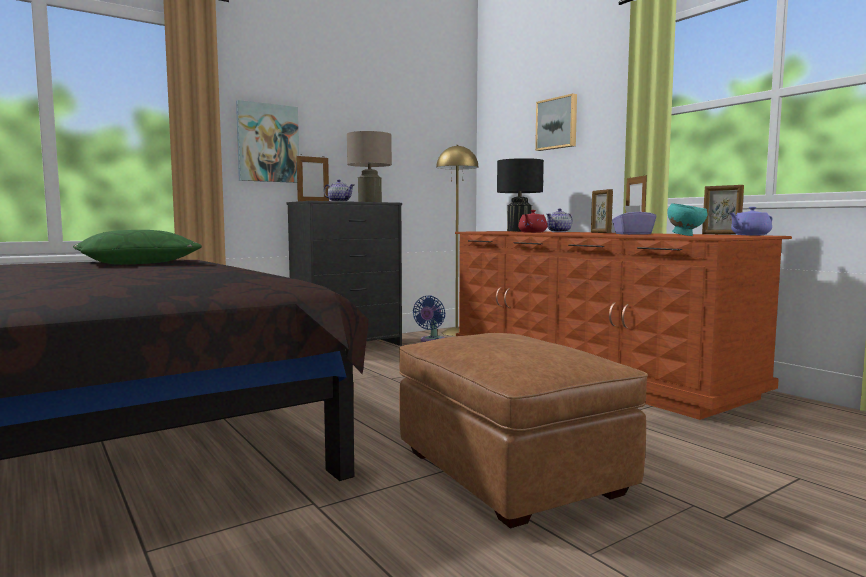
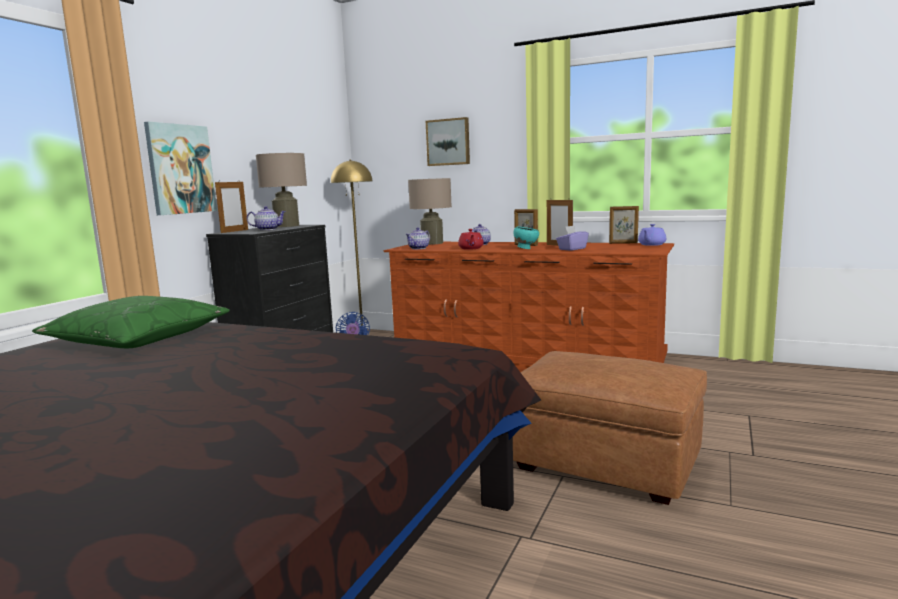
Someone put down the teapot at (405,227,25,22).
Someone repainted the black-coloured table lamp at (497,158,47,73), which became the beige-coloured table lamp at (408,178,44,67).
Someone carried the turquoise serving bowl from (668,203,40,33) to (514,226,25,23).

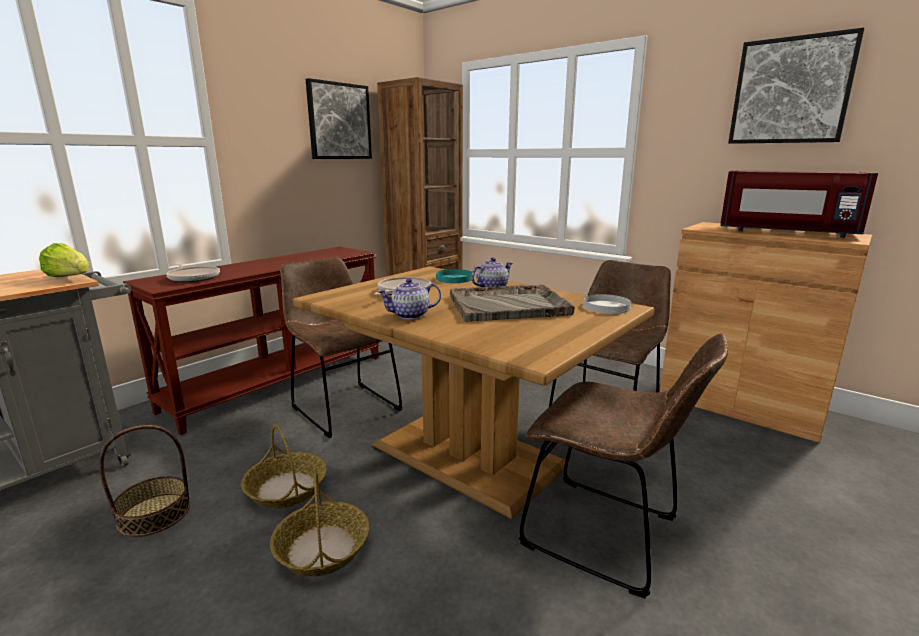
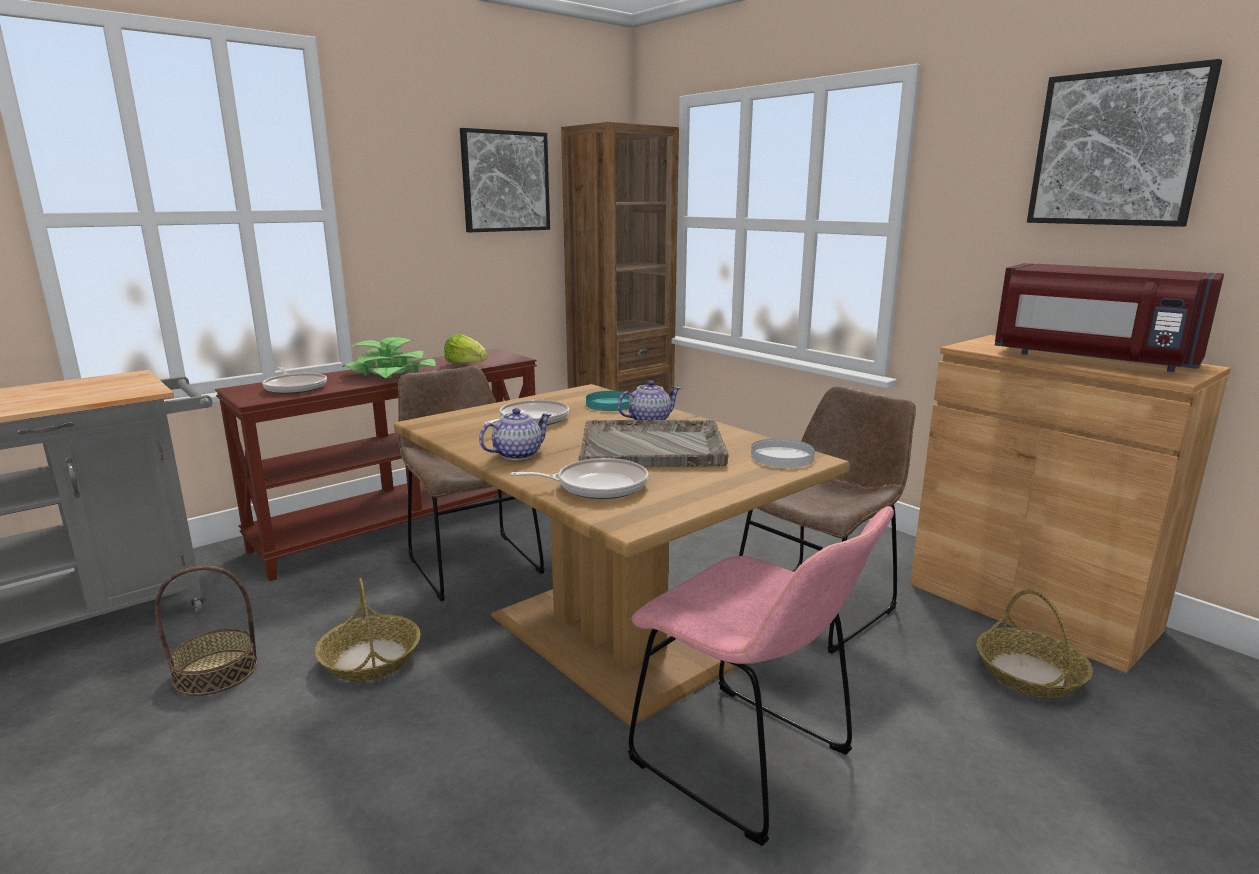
Someone put down the houseplant at (342,337,94,41).
Someone carried the lettuce from (39,243,51,34) to (444,334,44,30).
Someone rotated the teapot at (377,278,64,41) by 150 degrees clockwise.
Someone put down the skillet at (510,458,139,41).
Someone repainted the brown-coloured upright chair at (519,333,209,266), which became the pink-coloured upright chair at (628,506,266,340).
Someone carried the basket from (270,471,99,106) to (976,589,117,109).

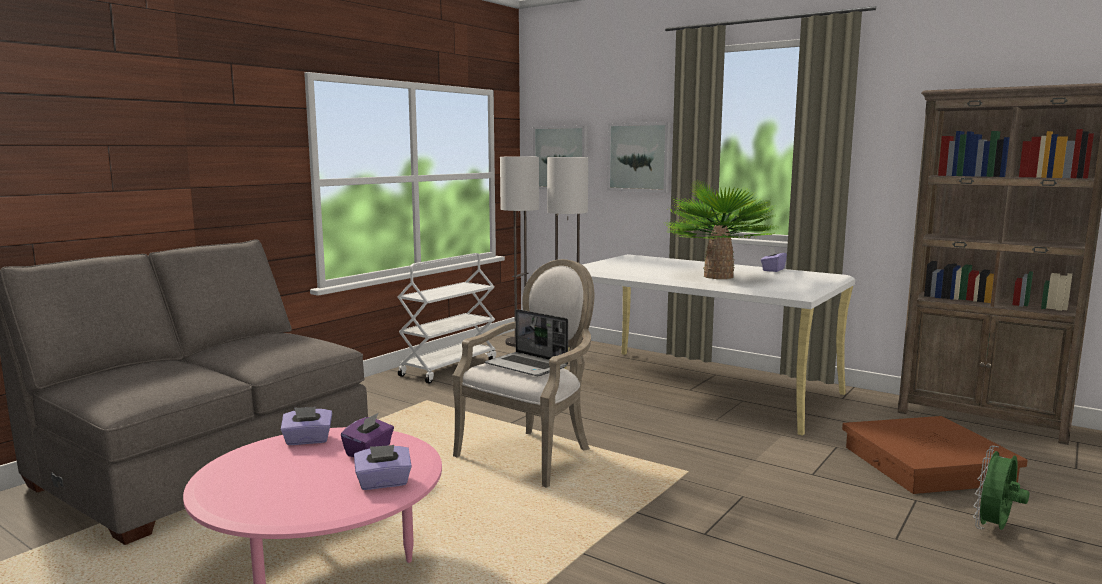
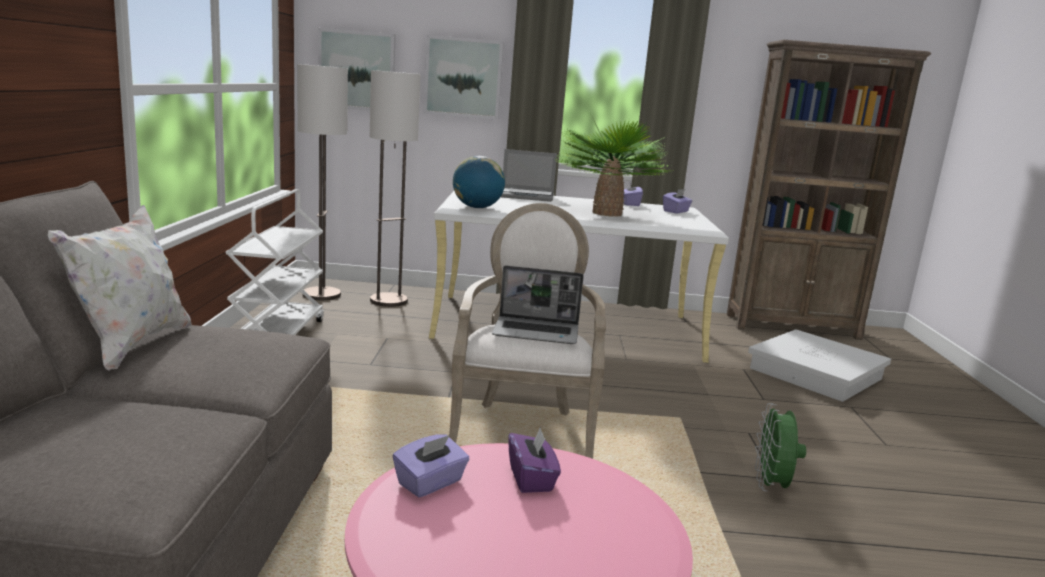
Someone put down the white-coloured pillow at (48,205,144,166).
Someone put down the world globe at (453,156,52,52).
Someone put down the portable computer at (501,149,56,53).
Someone carried the purplish tissue box from (354,445,58,45) to (663,189,30,24).
Someone repainted the brown-coloured storage container at (842,416,186,78), which became the white-coloured storage container at (748,330,143,72).
Someone carried the green-coloured cooling fan from (973,446,56,84) to (755,403,51,89).

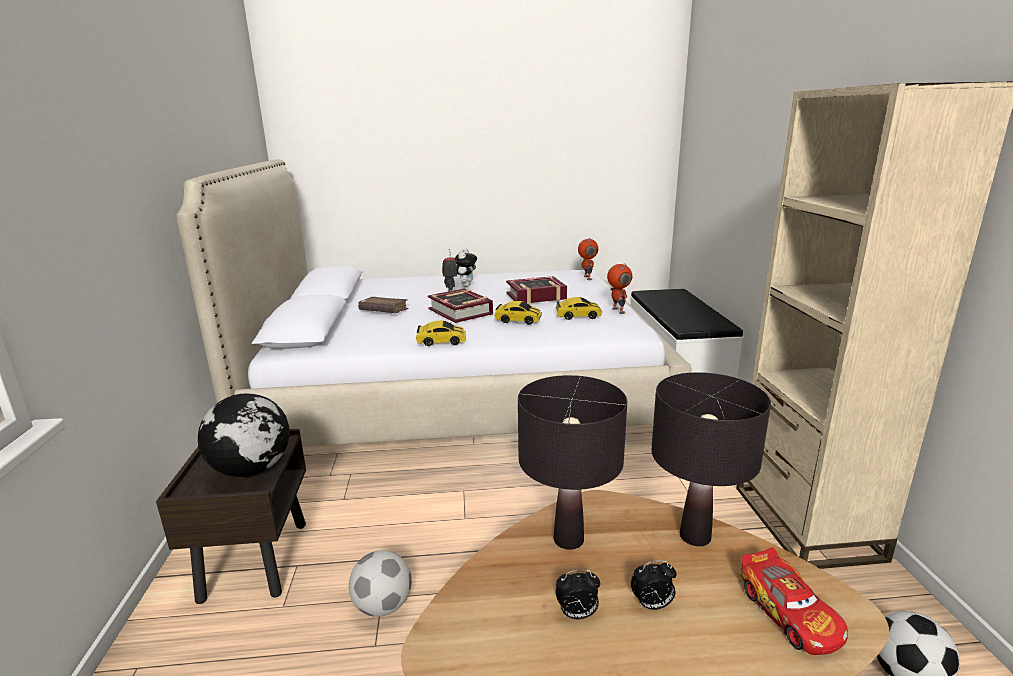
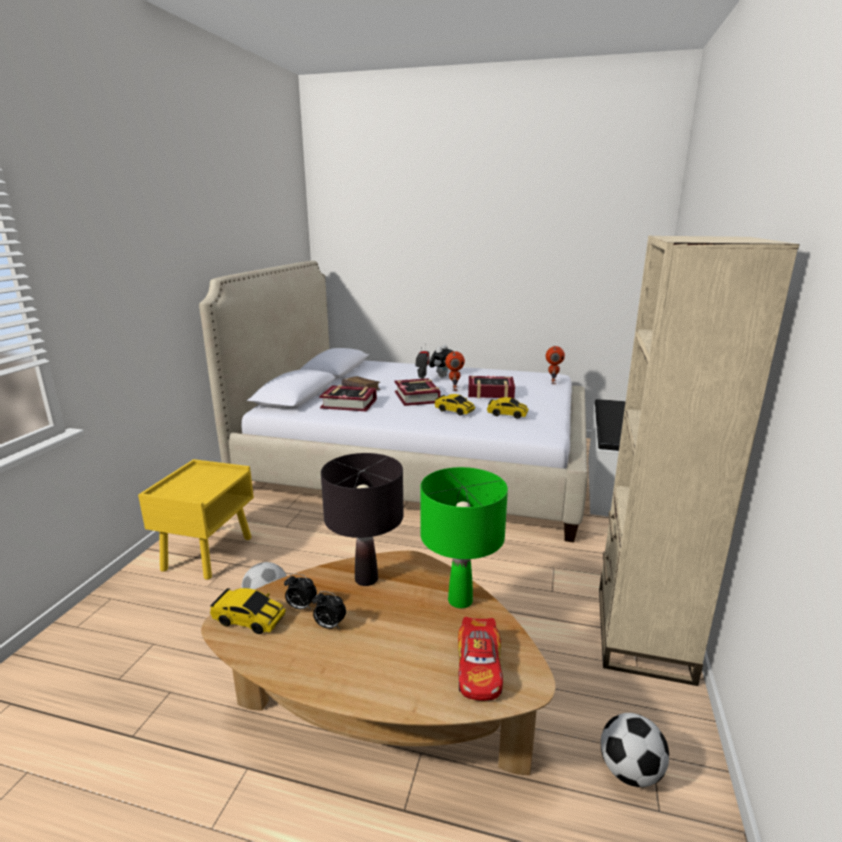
Someone repainted the brown-coloured night table at (156,429,150,175), which became the yellow night table at (138,459,116,121).
Someone carried the miniature car from (416,321,50,25) to (210,588,76,46).
Someone carried the alarm clock from (631,560,46,50) to (284,574,33,36).
Someone put down the bound book at (319,385,58,27).
Someone repainted the black-coloured table lamp at (651,372,120,174), which became the green-coloured table lamp at (420,467,88,141).
Someone carried the toy robot from (607,264,25,50) to (445,351,20,40).
Someone took away the world globe at (198,394,92,83).

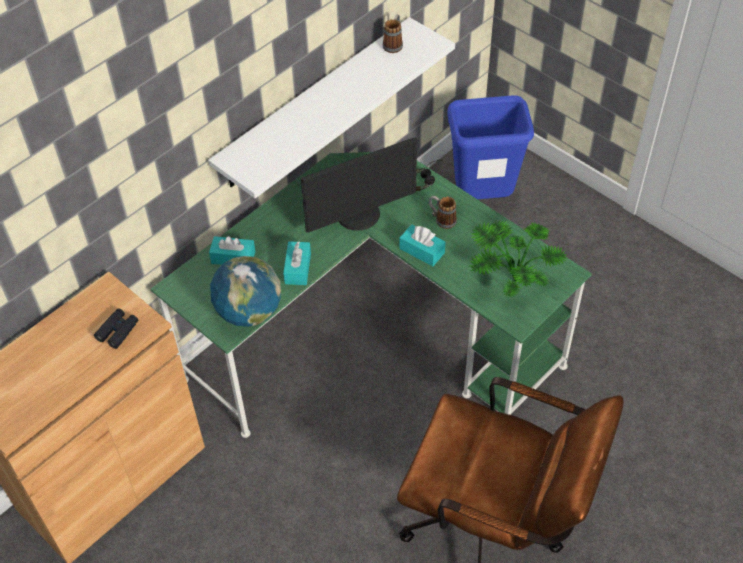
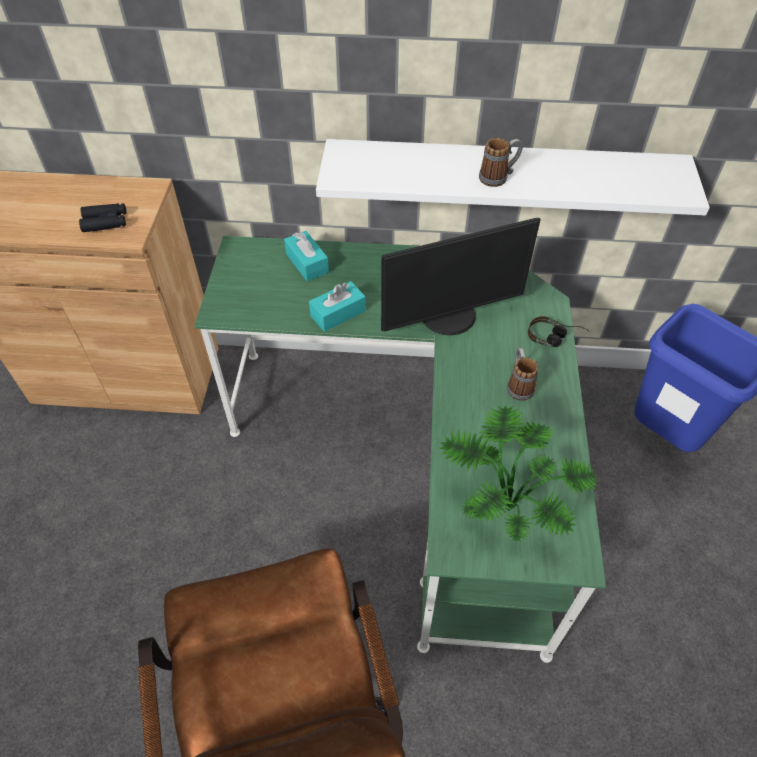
Someone rotated the computer screen at (301,137,116,96) by 45 degrees counterclockwise.
Someone carried the mug from (383,14,20,39) to (479,138,44,49).
Someone took away the world globe at (210,256,71,71).
Someone took away the turquoise tissue box at (400,224,45,42).

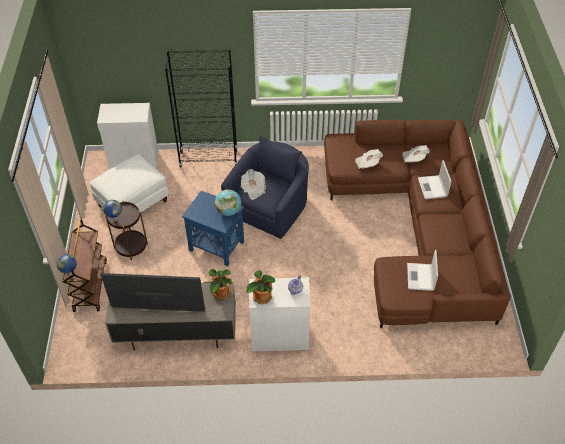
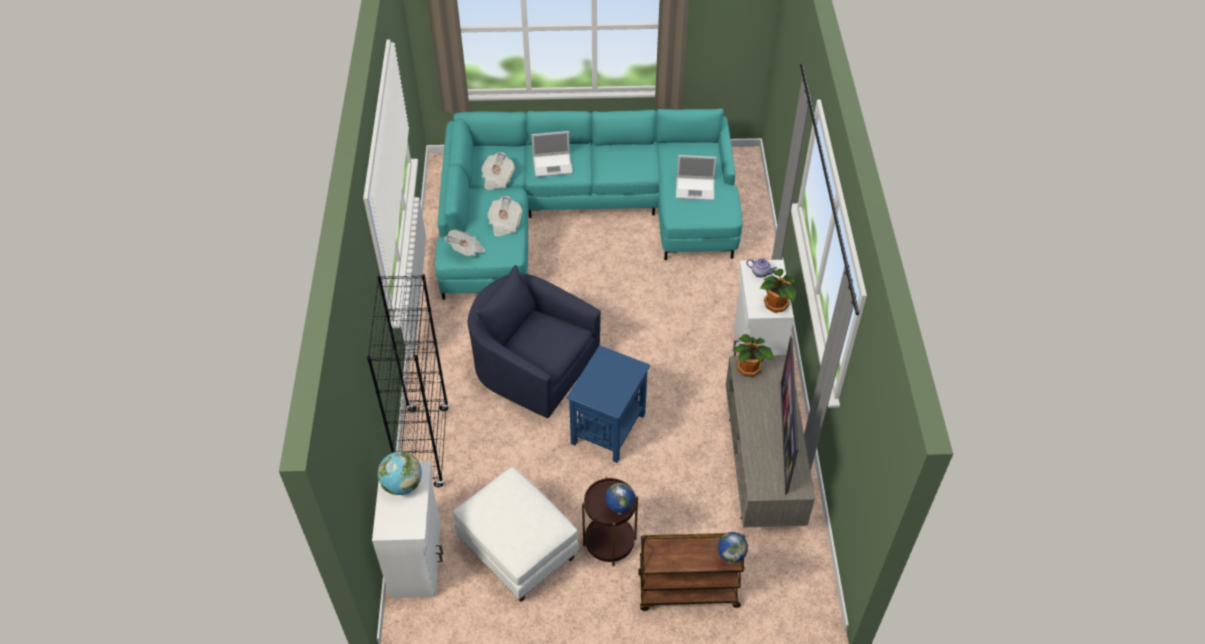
Someone carried the world globe from (215,189,26,27) to (378,451,44,44).
Someone repainted the brown-coloured sofa at (324,119,187,209), which became the turquoise sofa at (435,108,308,192).
Someone carried the newspaper from (241,169,25,31) to (445,229,40,27).

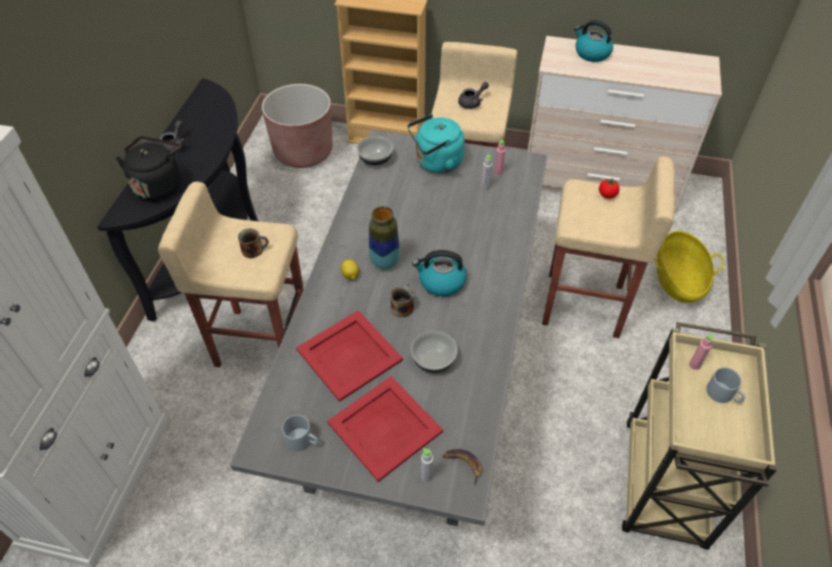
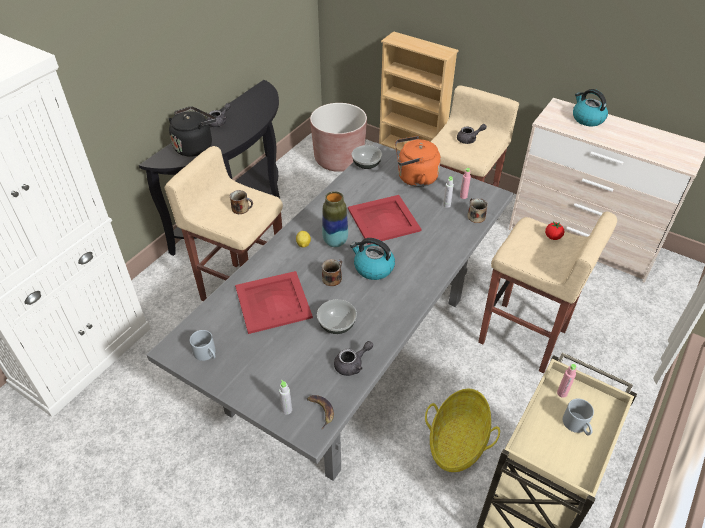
Someone put down the greyish teapot at (334,341,39,35).
Someone carried the red carrying tray from (327,376,116,106) to (348,195,73,50).
Someone repainted the turquoise tea kettle at (407,114,58,59), which became the orange-coloured tea kettle at (395,136,46,51).
Someone carried the basket from (654,231,70,72) to (425,389,75,83).
Someone put down the mug at (467,198,21,25).

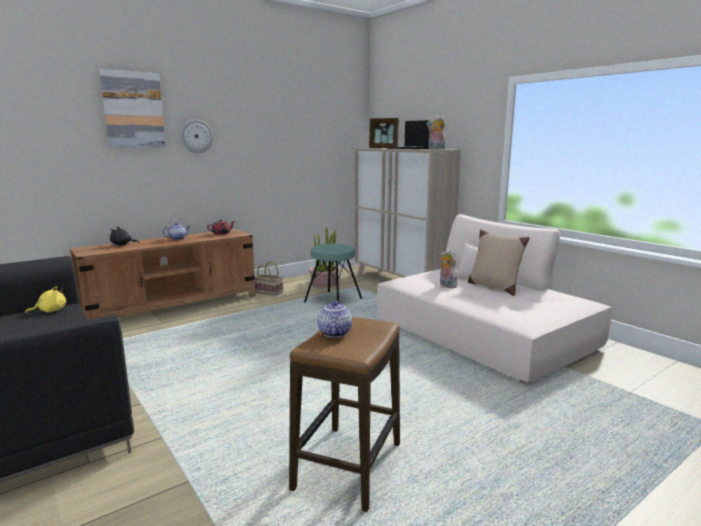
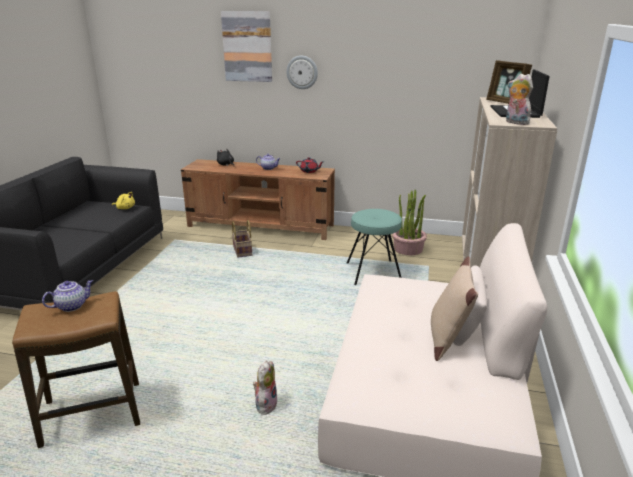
Someone carried the basket from (255,262,28,34) to (232,220,20,38).
Someone carried the cuddly toy from (440,249,17,39) to (253,361,24,54).

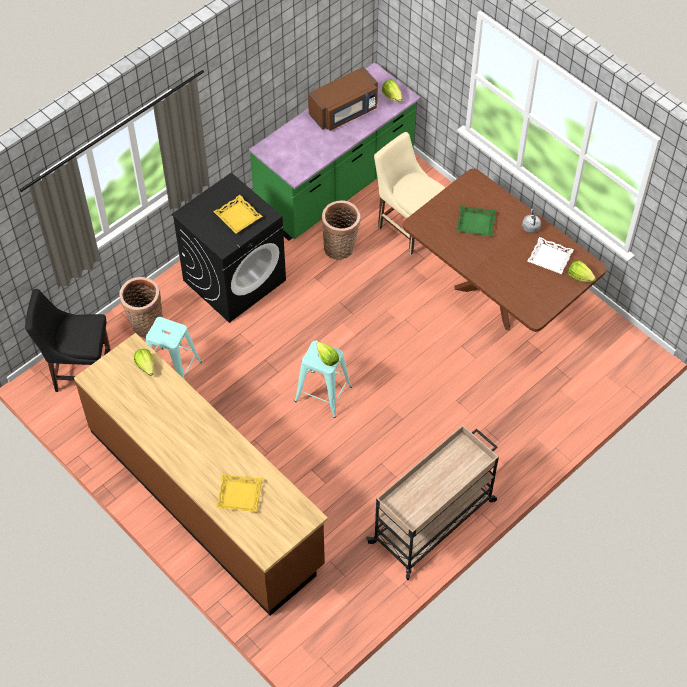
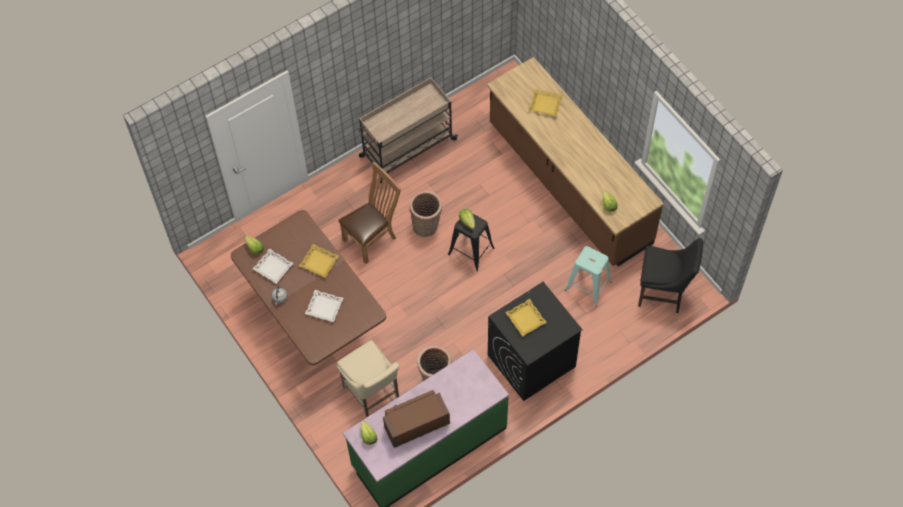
Someone put down the yellow carrying tray at (299,244,40,34).
Someone repainted the green-coloured carrying tray at (456,206,40,30), which became the white-coloured carrying tray at (305,290,39,32).
Someone put down the brown-coloured upright chair at (338,162,63,102).
Someone carried the basket from (119,277,44,61) to (410,191,32,46).
Someone repainted the turquoise stool at (295,340,57,78), which became the black-coloured stool at (448,214,47,57).

